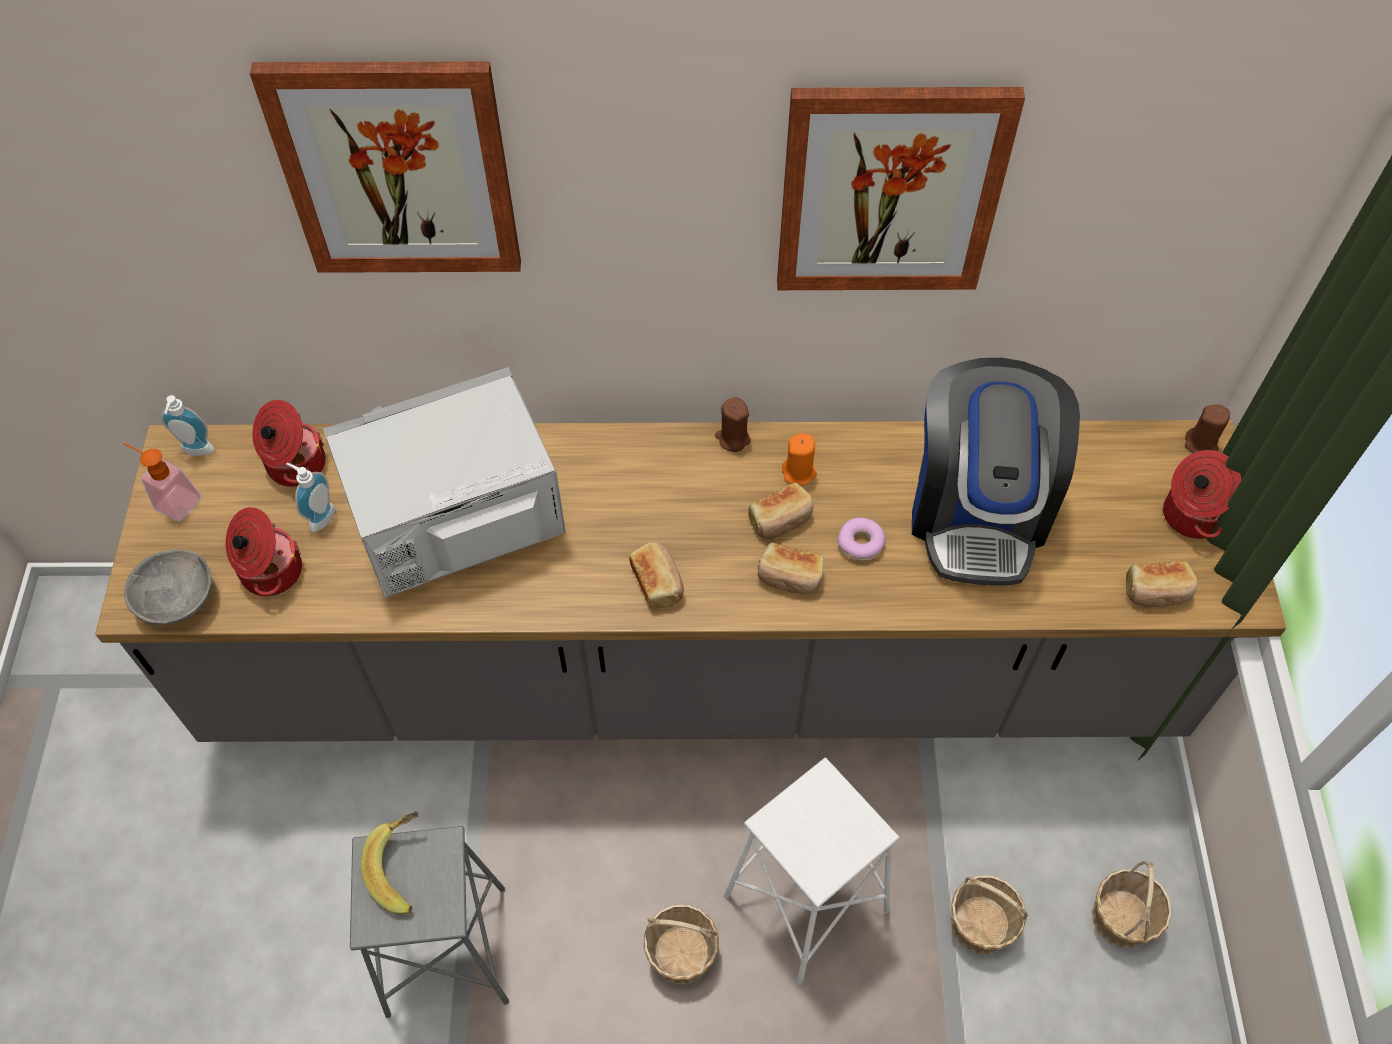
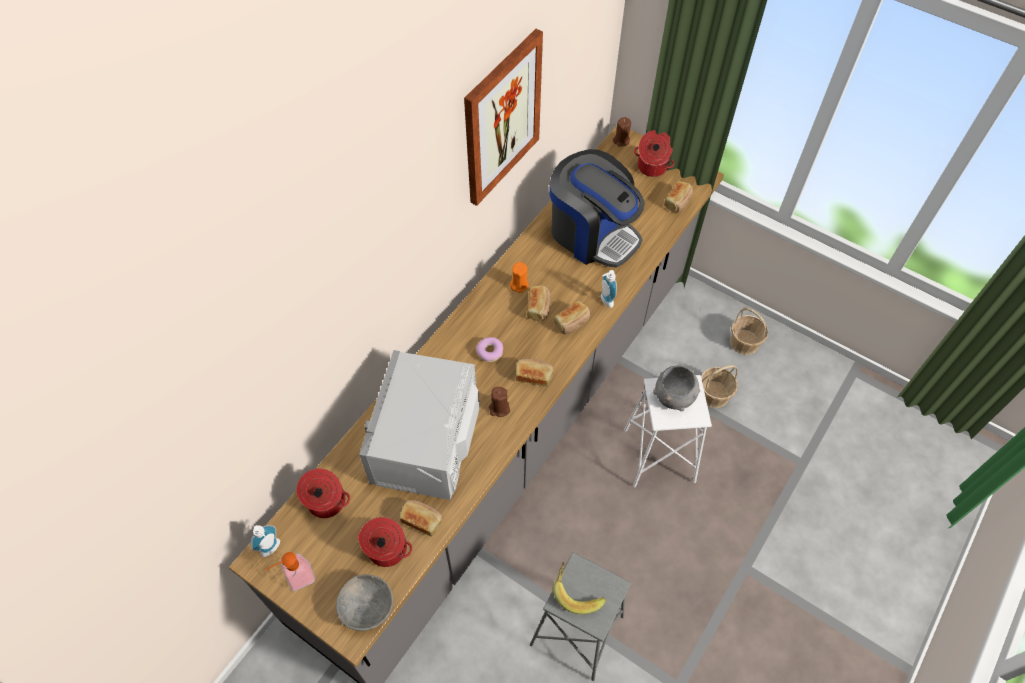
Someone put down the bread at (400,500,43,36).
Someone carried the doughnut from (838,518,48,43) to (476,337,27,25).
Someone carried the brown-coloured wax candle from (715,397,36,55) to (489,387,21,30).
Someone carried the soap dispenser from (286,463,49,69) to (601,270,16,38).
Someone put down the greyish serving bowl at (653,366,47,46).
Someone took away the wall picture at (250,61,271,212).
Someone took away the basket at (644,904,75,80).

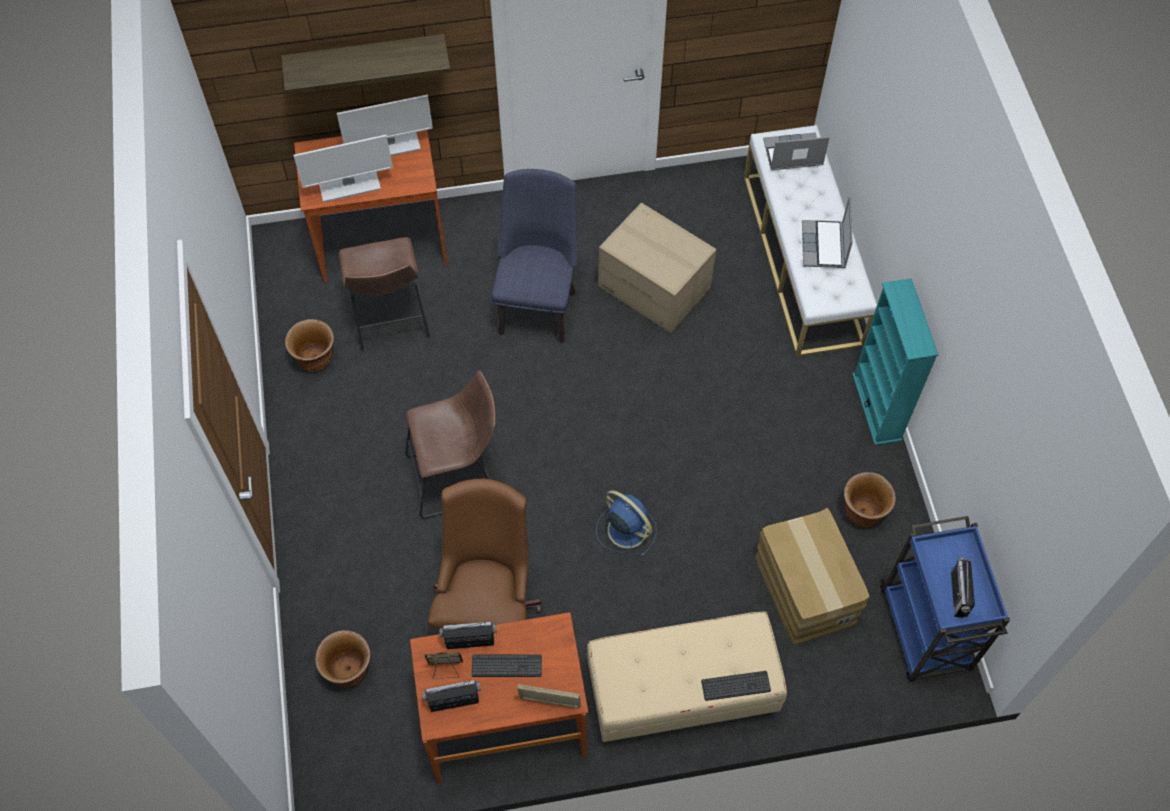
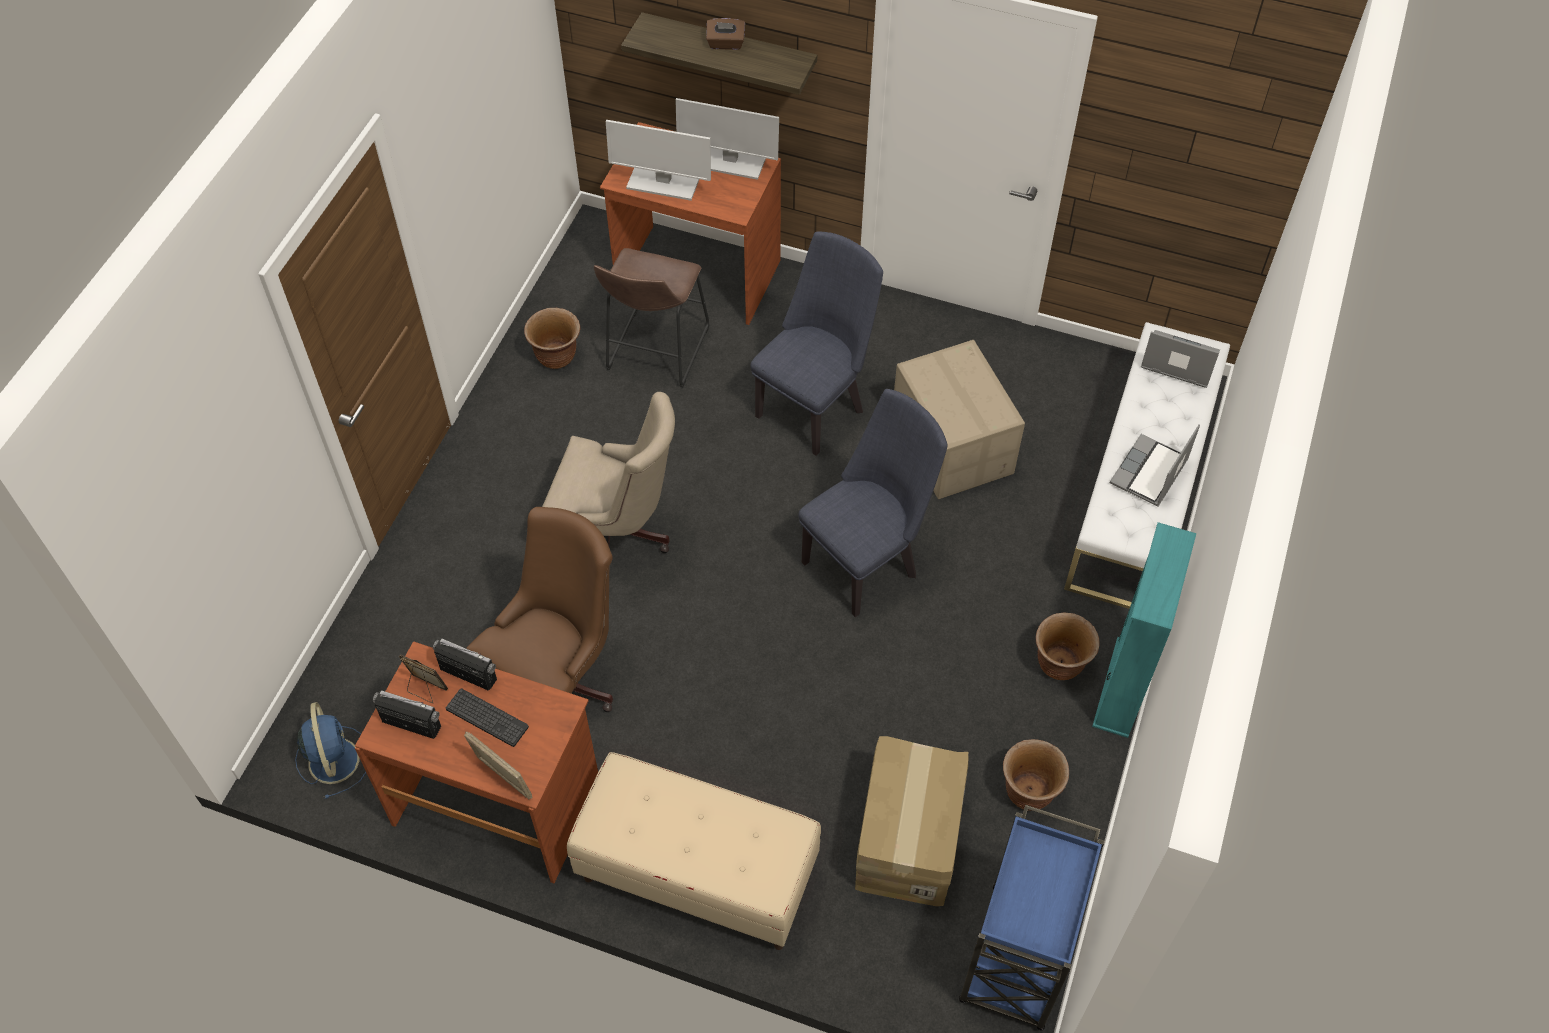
Someone carried the blue-coloured cooling fan from (596,490,61,67) to (295,702,71,97).
Someone swapped the brown-coloured stool at (405,371,91,148) for the beige-coloured computer chair at (542,392,133,161).
Someone put down the brown-coloured tissue box at (706,18,39,32).
Someone put down the blue-coloured upright chair at (798,389,150,228).
Someone carried the brown-coloured planter from (315,630,56,57) to (1036,612,64,68).
Someone took away the computer keyboard at (701,671,70,30).
Someone took away the radio at (951,558,24,59).

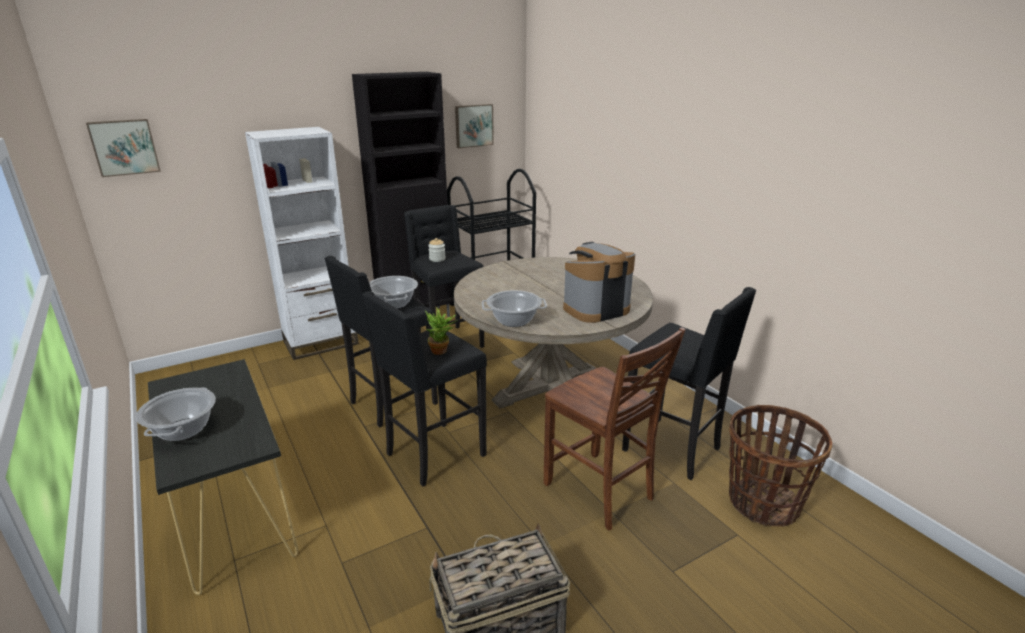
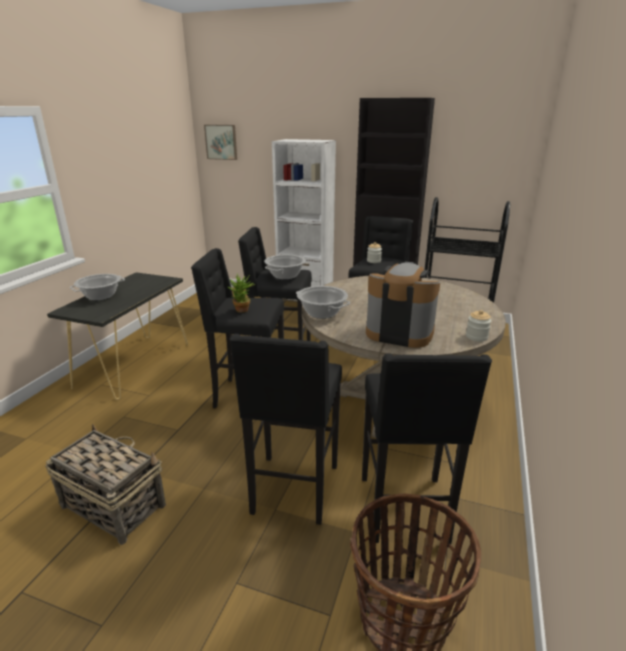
Someone swapped the brown-coloured upright chair at (544,327,142,204) for the black-coloured stool at (230,334,112,191).
Someone put down the jar at (466,310,25,32).
Someone took away the wall picture at (455,104,39,44).

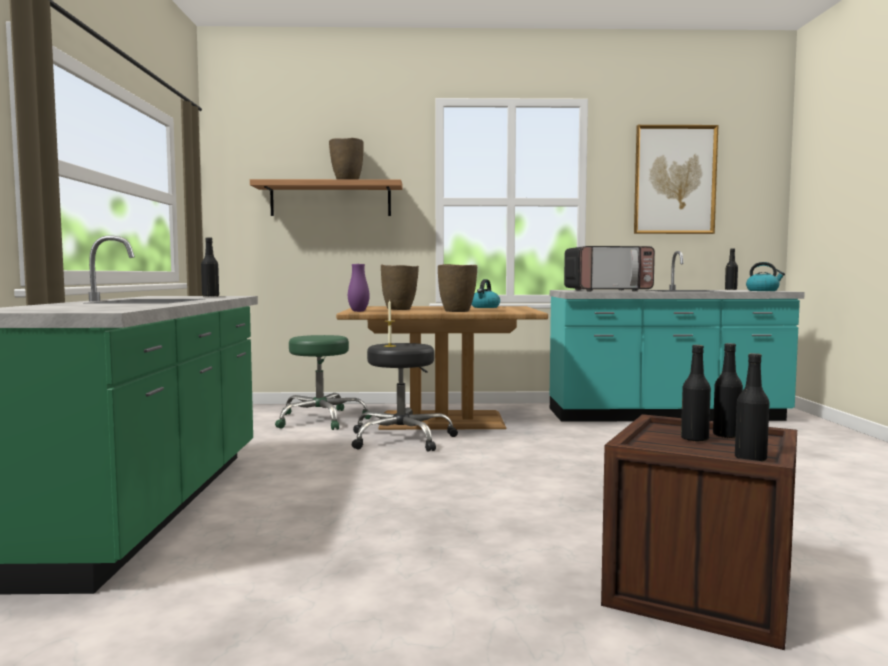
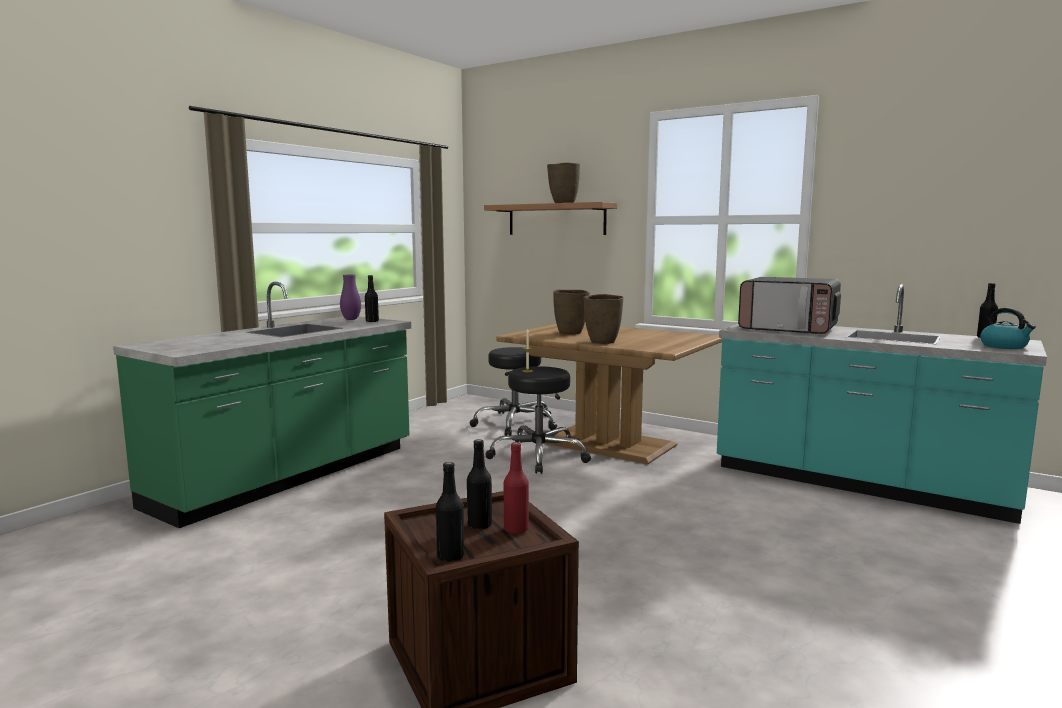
Someone carried the purplish flower vase from (348,264,22,48) to (340,274,21,46).
Someone repainted the green-coloured stool at (275,335,97,95), which became the black-coloured stool at (470,347,87,89).
Someone repainted the black-coloured bottle at (713,343,30,95), which became the red bottle at (504,442,25,92).
Someone took away the tea kettle at (472,279,28,29).
Someone took away the wall picture at (634,125,84,109).

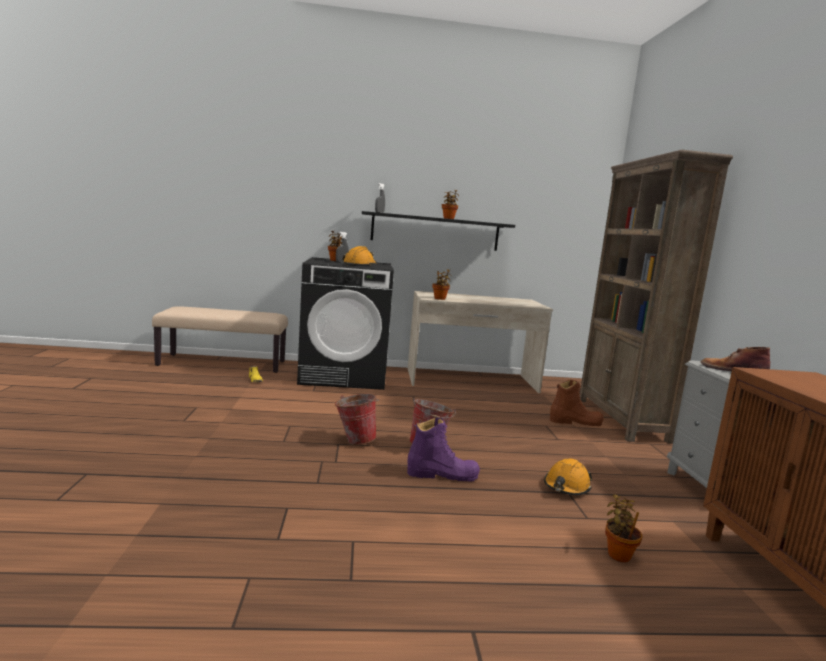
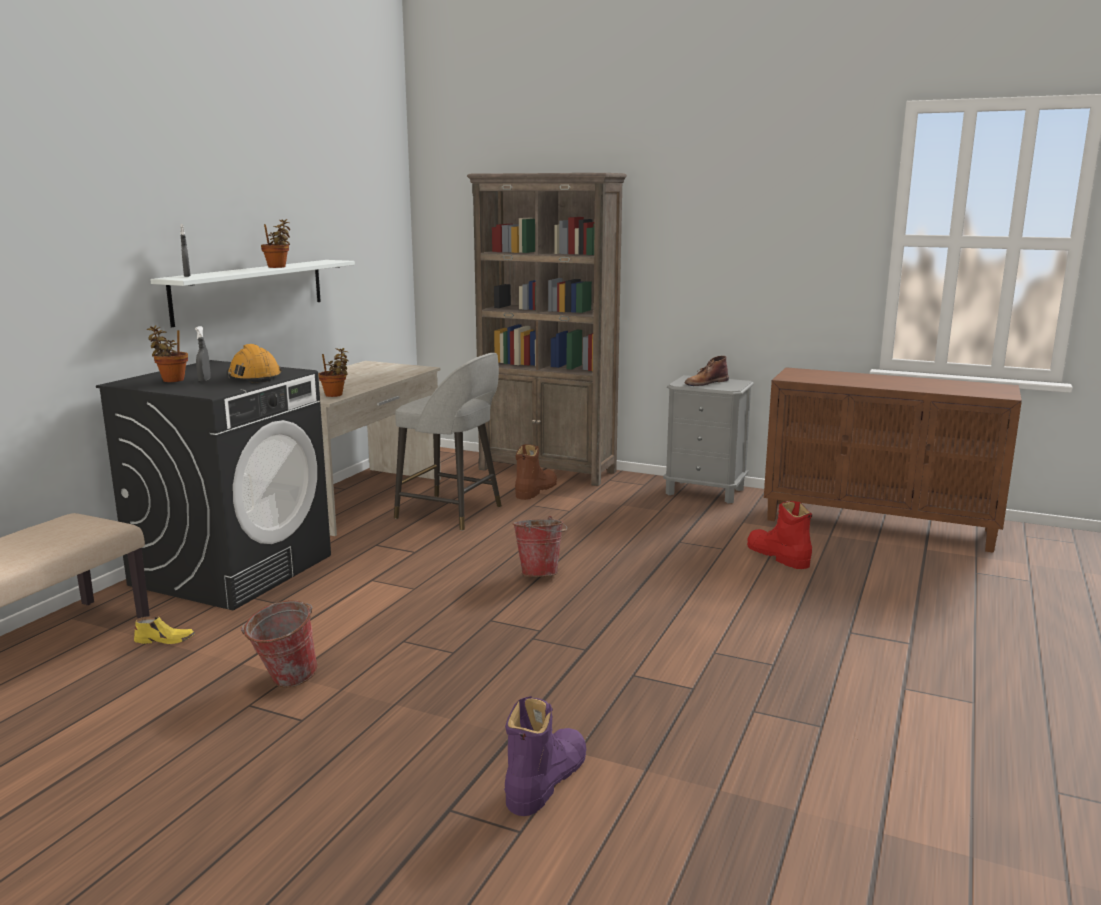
Someone repainted the black-coloured bracket shelf at (362,211,153,40), which became the white-coloured bracket shelf at (150,260,205,67).
Someone carried the water bucket from (335,394,44,51) to (240,600,78,88).
Someone put down the greyish stool at (394,353,108,178).
Someone carried the purplish tall boot from (407,417,73,65) to (504,696,82,120).
Someone swapped the houseplant at (605,495,38,67) for the red tall boot at (747,501,65,68).
Someone took away the orange-coloured work helmet at (544,459,49,36).

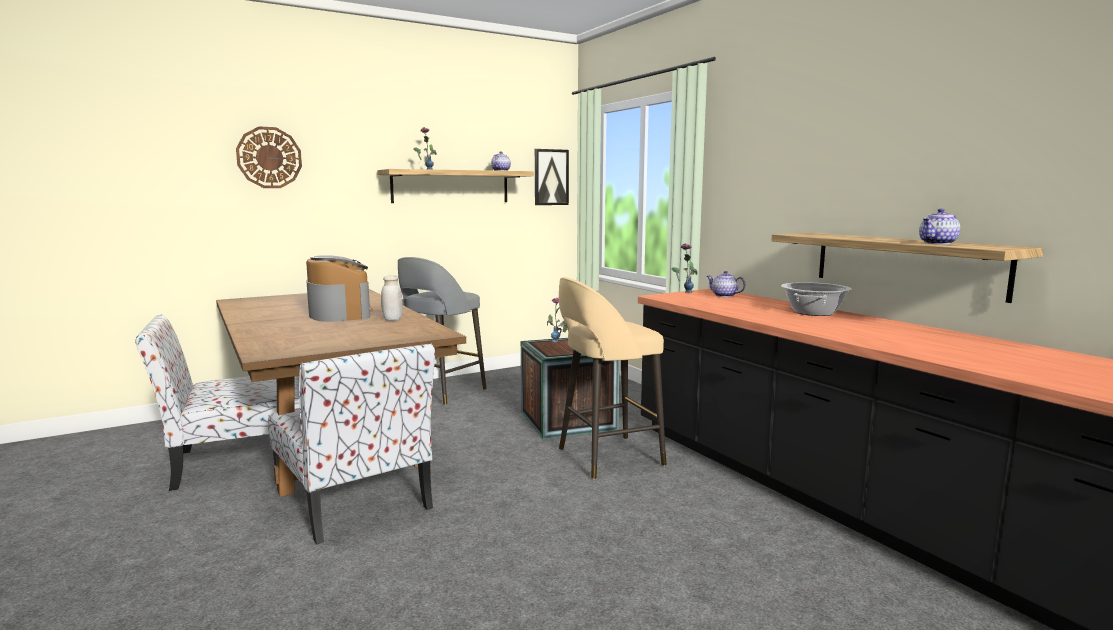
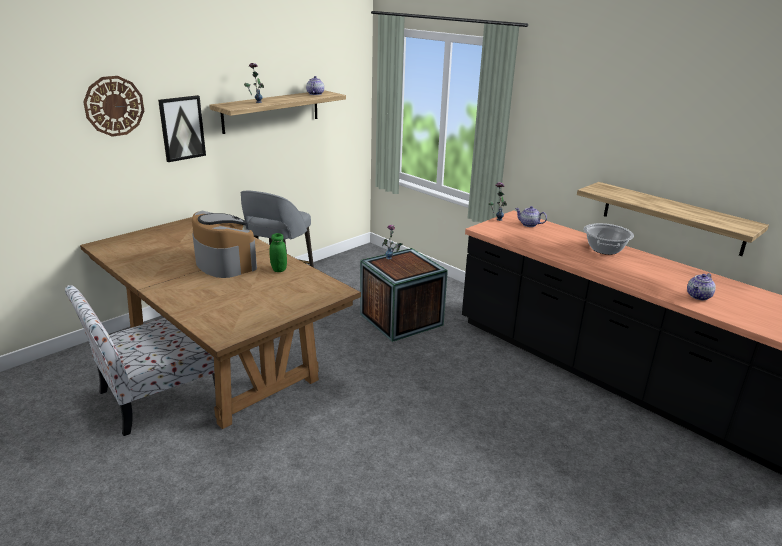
Someone carried the wall picture from (535,149,34,56) to (158,95,48,67).
Someone repainted the white-coloured jar at (381,275,22,46), which became the green-coloured jar at (269,233,18,39).
Someone carried the teapot from (919,208,41,36) to (687,273,29,27).
Someone took away the upright chair at (268,344,167,200).
Someone took away the beige-coloured stool at (559,277,107,202).

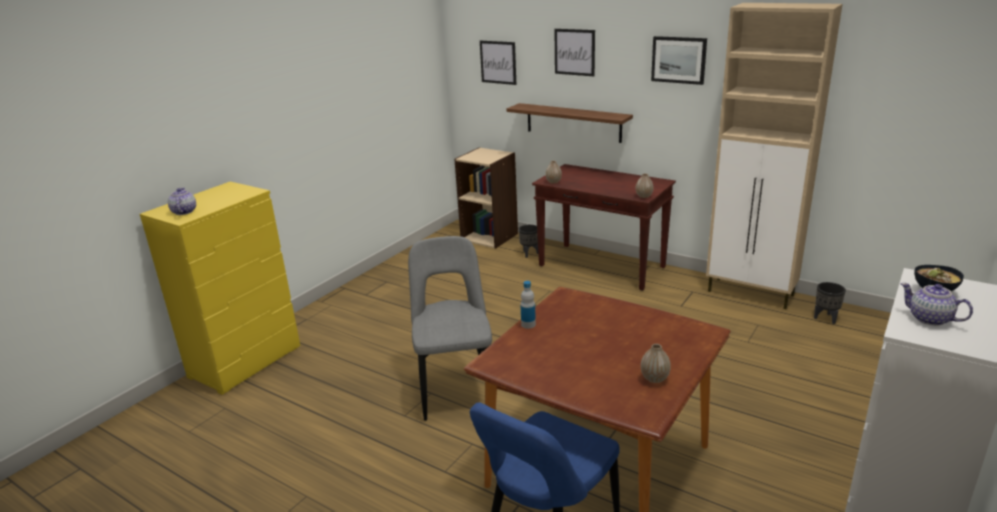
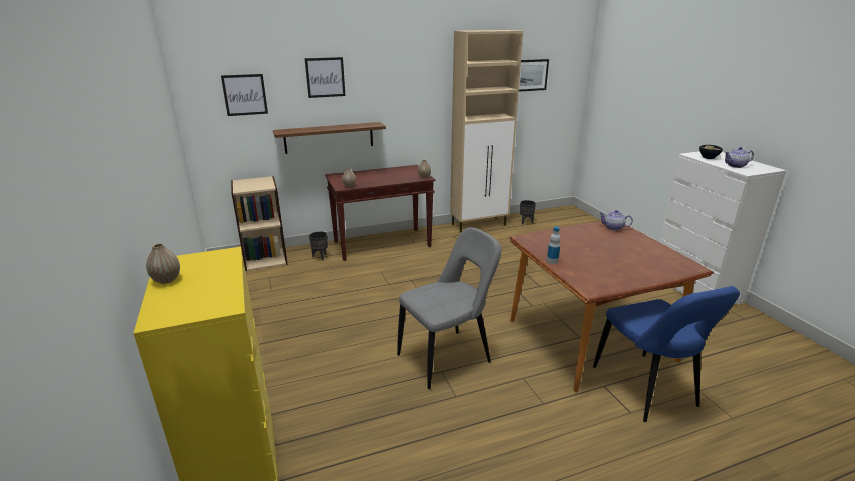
Someone carried the flower vase from (641,344,30,39) to (146,243,34,41).
Someone rotated the greyish upright chair at (408,236,84,185) by 120 degrees clockwise.
Someone carried the wall picture from (651,36,56,49) to (519,59,30,33).
Someone carried the teapot from (168,188,28,27) to (599,210,34,21).

